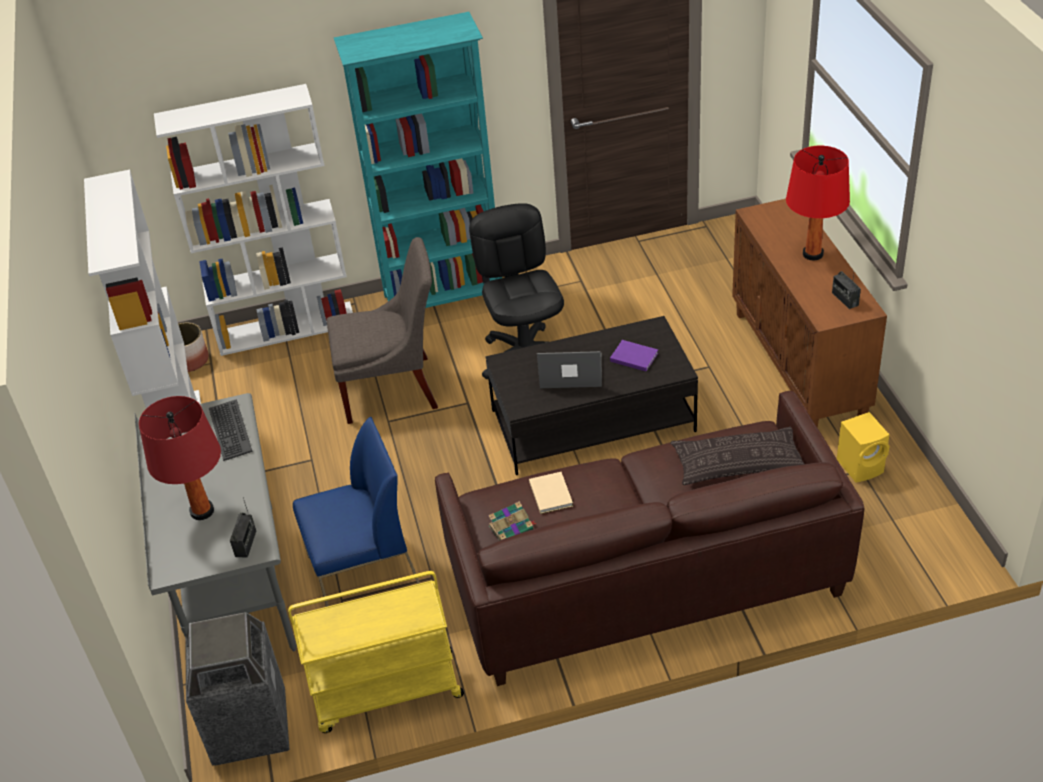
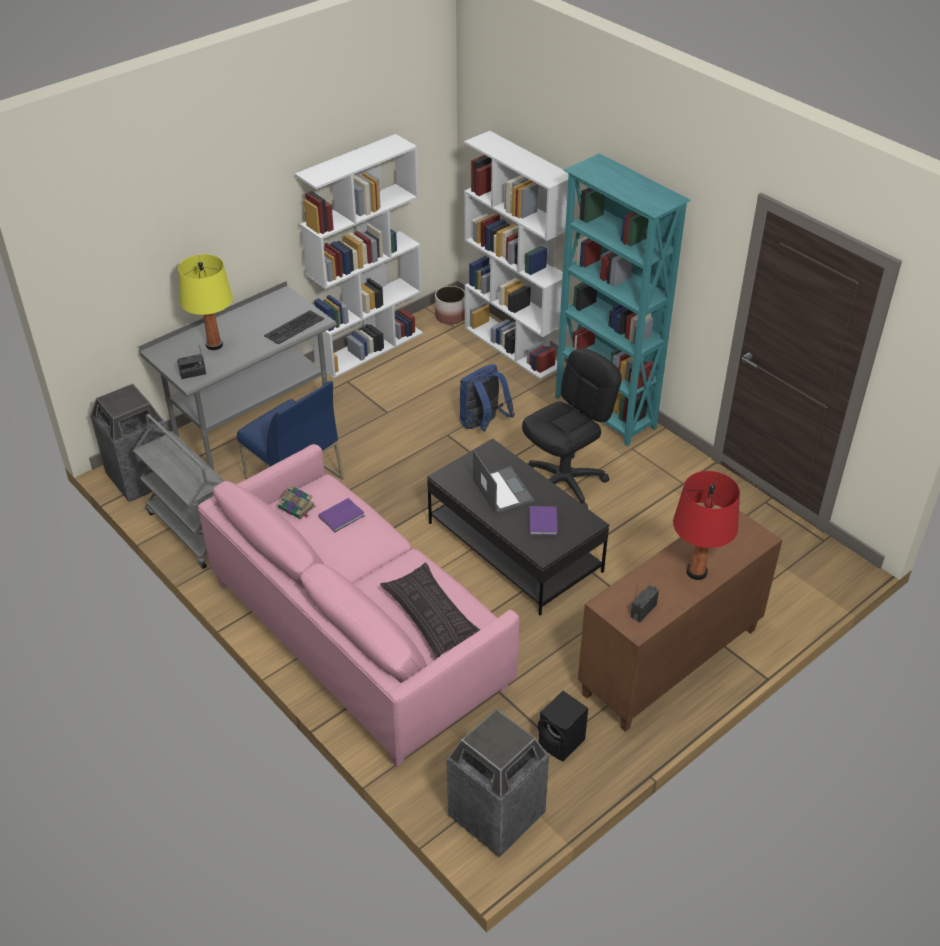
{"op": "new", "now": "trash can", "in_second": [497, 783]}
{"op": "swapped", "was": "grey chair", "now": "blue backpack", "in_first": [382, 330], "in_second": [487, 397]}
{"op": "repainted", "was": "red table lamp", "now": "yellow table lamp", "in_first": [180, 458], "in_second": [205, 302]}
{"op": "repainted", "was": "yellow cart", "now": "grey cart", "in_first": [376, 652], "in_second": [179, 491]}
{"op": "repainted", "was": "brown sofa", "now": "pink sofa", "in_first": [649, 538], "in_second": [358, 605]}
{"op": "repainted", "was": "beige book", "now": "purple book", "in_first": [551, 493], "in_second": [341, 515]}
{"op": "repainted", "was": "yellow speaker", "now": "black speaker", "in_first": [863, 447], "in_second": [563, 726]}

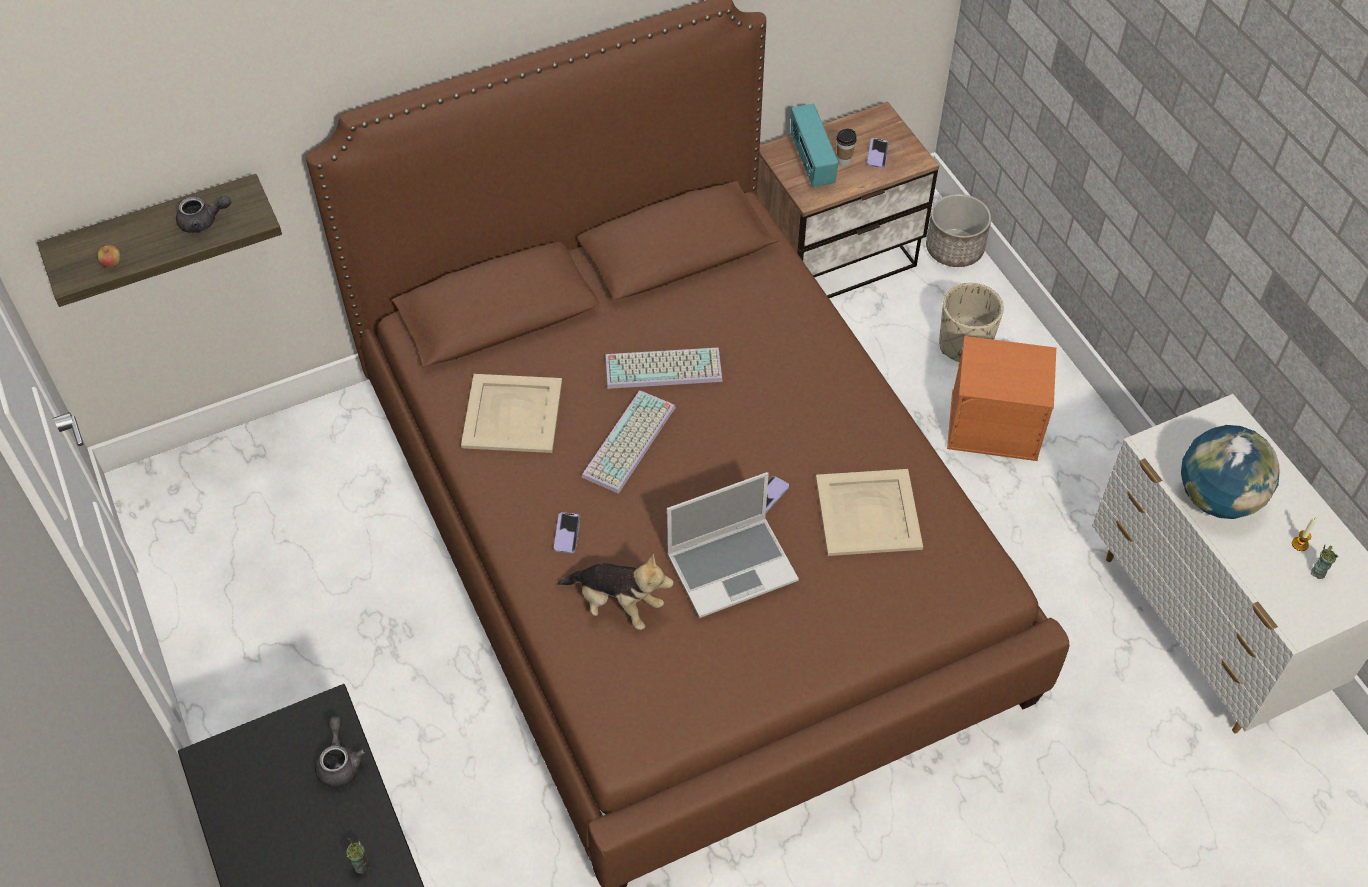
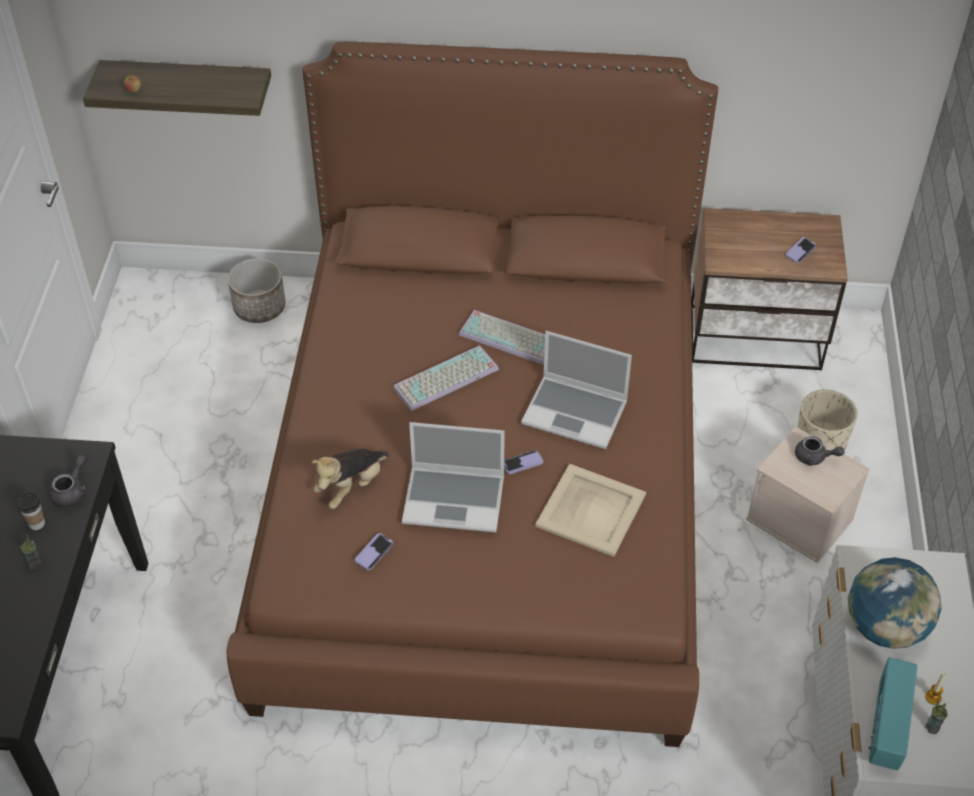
{"op": "gone", "was": "beige tray", "in_first": [511, 413]}
{"op": "new", "now": "laptop", "in_second": [576, 390]}
{"op": "shifted", "was": "grey teapot", "in_first": [203, 214], "in_second": [820, 451]}
{"op": "shifted", "was": "phone", "in_first": [567, 532], "in_second": [374, 551]}
{"op": "shifted", "was": "radio", "in_first": [815, 146], "in_second": [893, 714]}
{"op": "shifted", "was": "cup", "in_first": [846, 147], "in_second": [31, 511]}
{"op": "shifted", "was": "planter", "in_first": [958, 230], "in_second": [257, 290]}
{"op": "repainted", "was": "orange storage box", "now": "beige storage box", "in_first": [1001, 398], "in_second": [808, 494]}
{"op": "rotated", "was": "plush toy", "in_first": [615, 592], "in_second": [350, 479], "clockwise": 75}

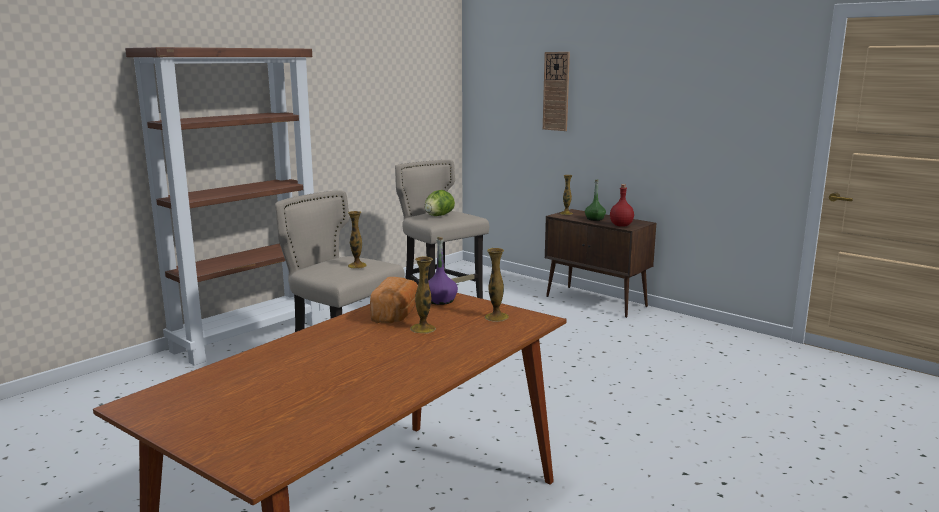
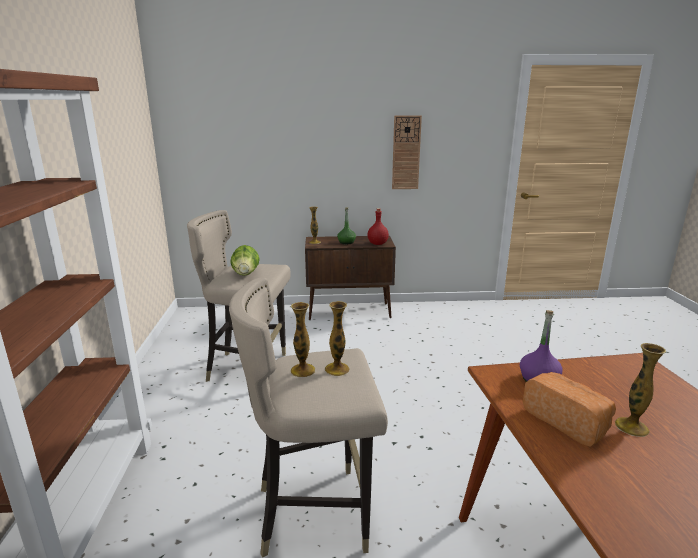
{"op": "shifted", "was": "vase", "in_first": [497, 285], "in_second": [303, 339]}
{"op": "shifted", "was": "wall clock", "in_first": [556, 91], "in_second": [407, 152]}

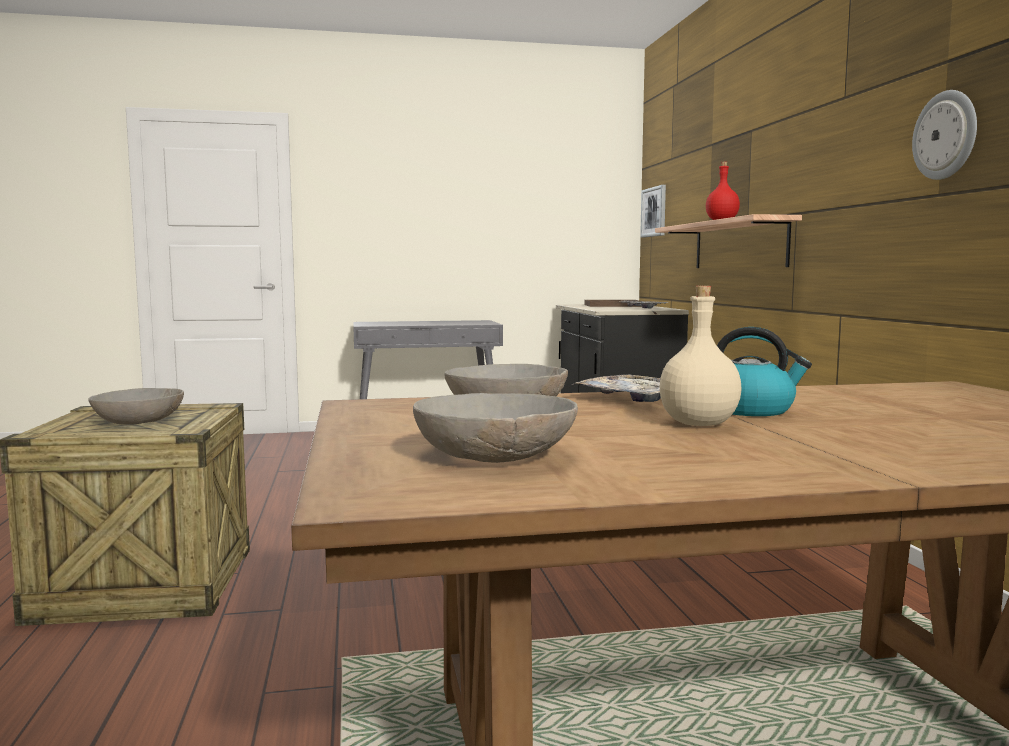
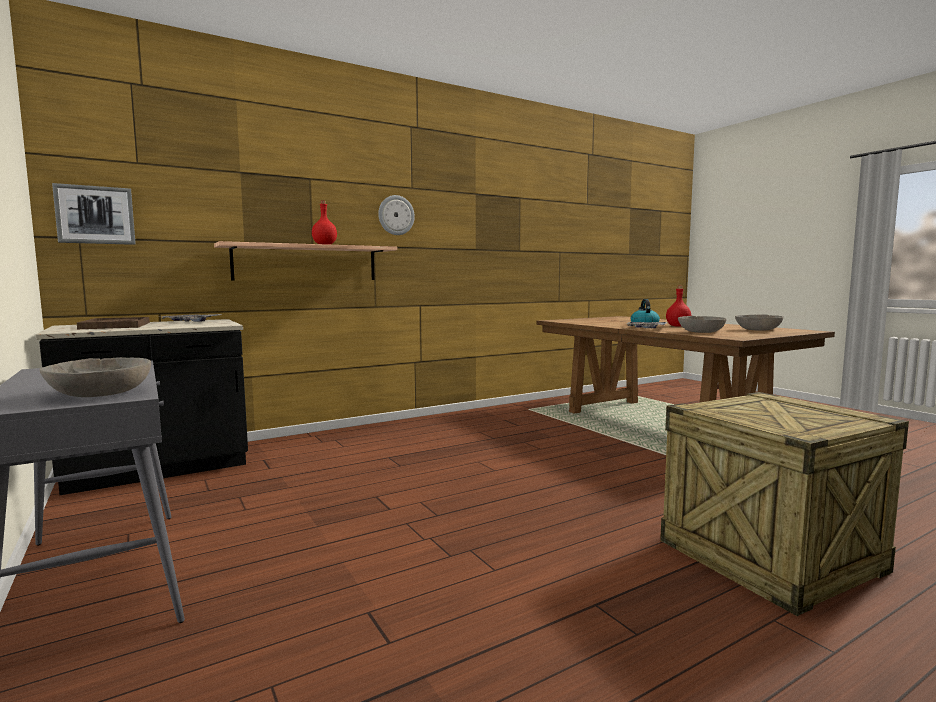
{"op": "shifted", "was": "grey bowl", "in_first": [136, 406], "in_second": [95, 377]}
{"op": "shifted", "was": "wall clock", "in_first": [944, 135], "in_second": [396, 215]}
{"op": "repainted", "was": "beige bottle", "now": "red bottle", "in_first": [700, 356], "in_second": [678, 306]}

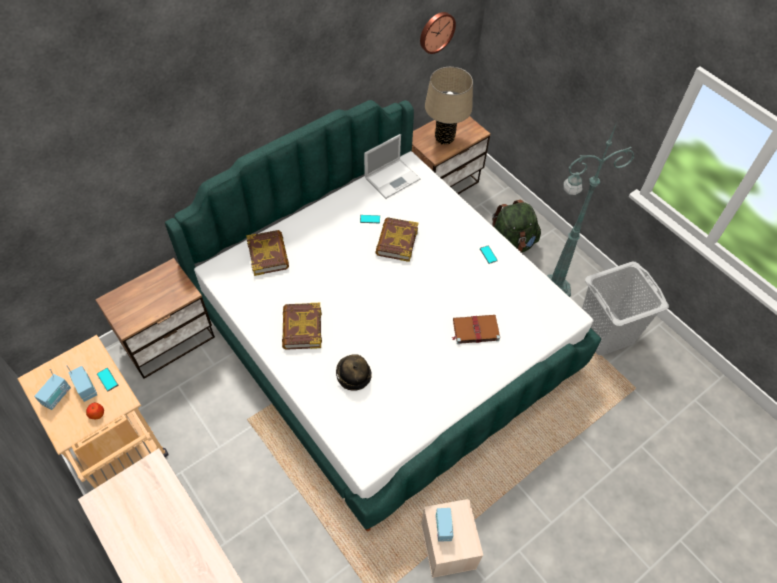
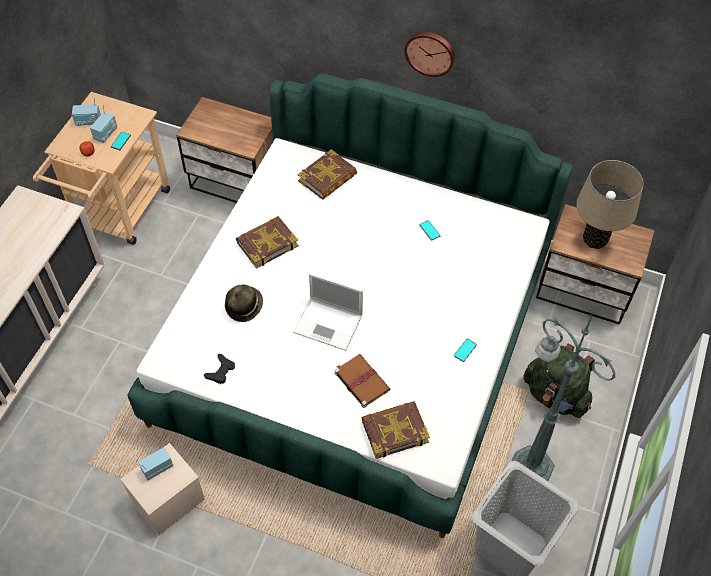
{"op": "new", "now": "black game controller", "in_second": [219, 369]}
{"op": "shifted", "was": "laptop", "in_first": [392, 166], "in_second": [328, 312]}
{"op": "shifted", "was": "book", "in_first": [396, 239], "in_second": [396, 430]}
{"op": "shifted", "was": "wall clock", "in_first": [438, 33], "in_second": [429, 54]}

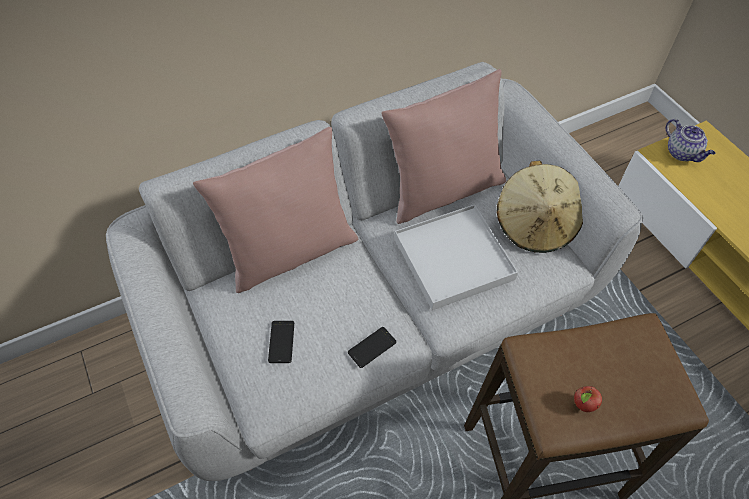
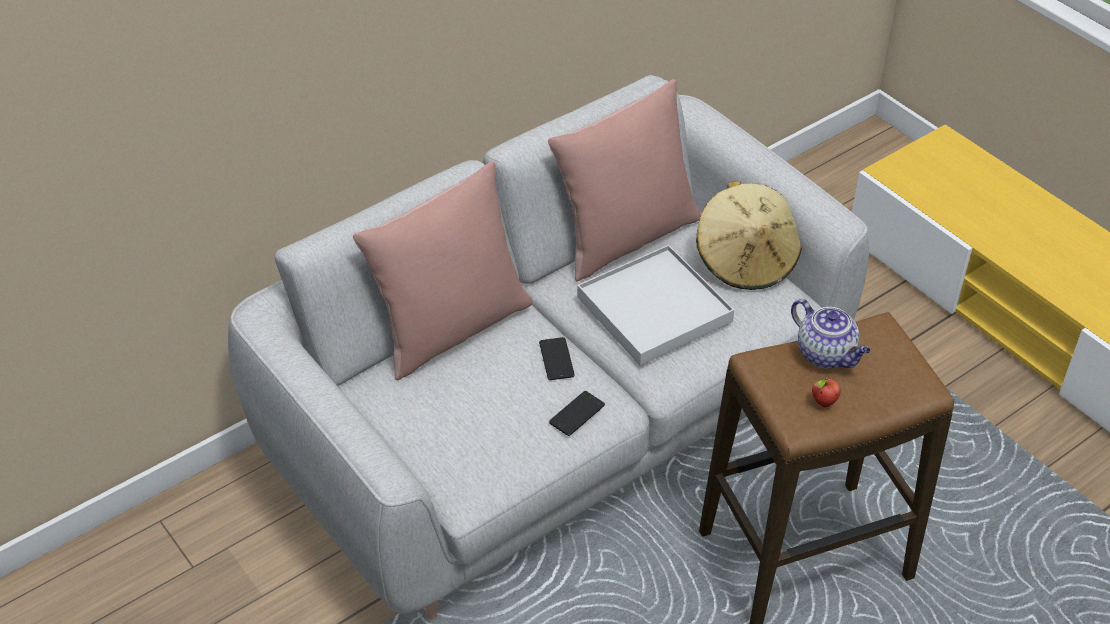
{"op": "shifted", "was": "phone", "in_first": [281, 342], "in_second": [557, 358]}
{"op": "shifted", "was": "teapot", "in_first": [690, 140], "in_second": [831, 333]}

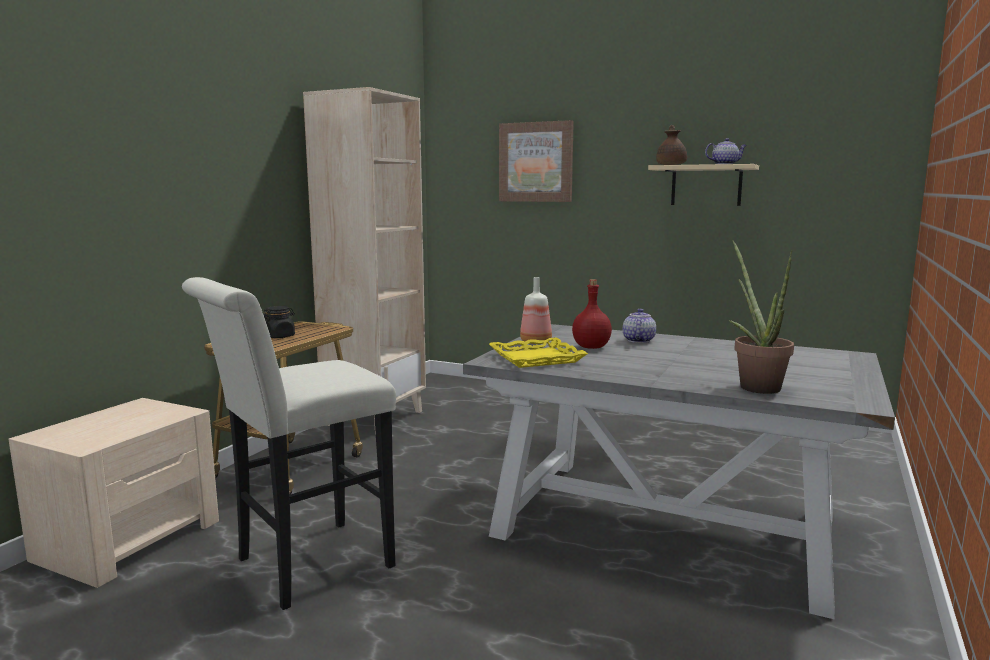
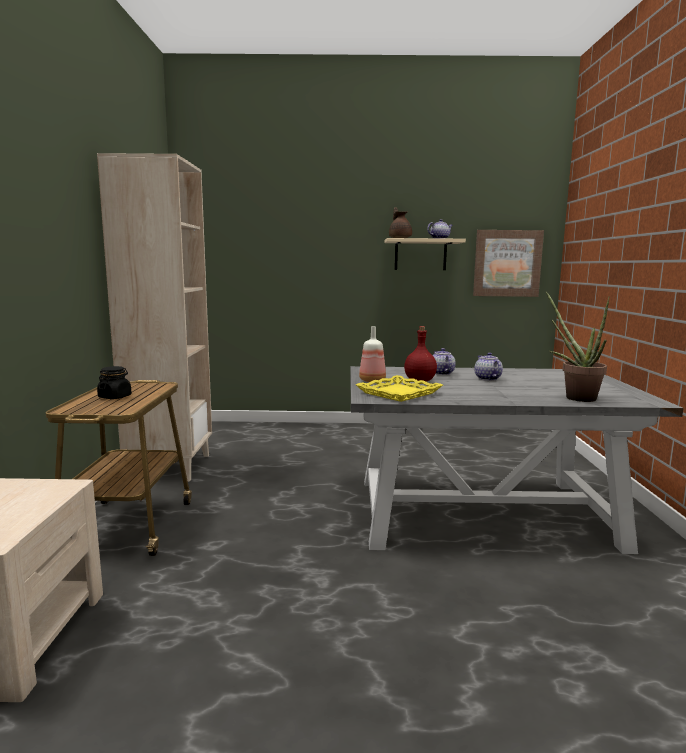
{"op": "gone", "was": "white stool", "in_first": [289, 443]}
{"op": "new", "now": "teapot", "in_second": [488, 366]}
{"op": "shifted", "was": "picture", "in_first": [536, 161], "in_second": [508, 263]}

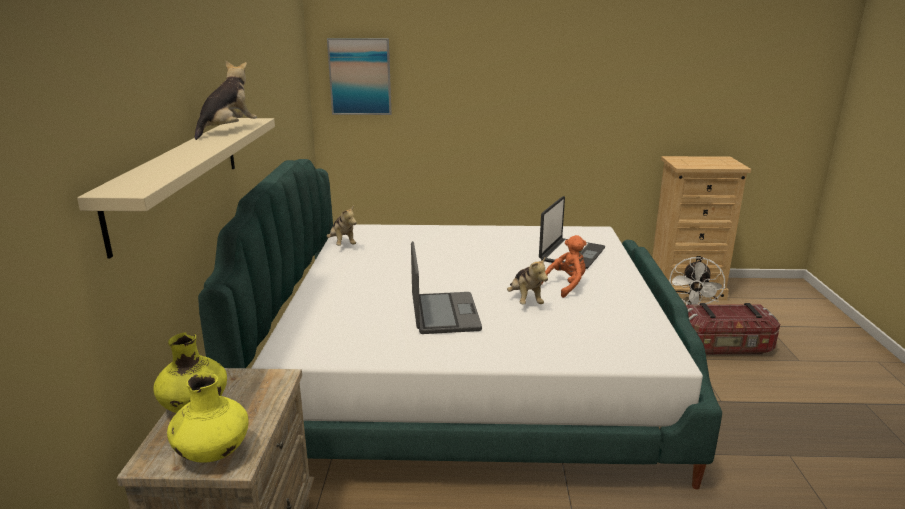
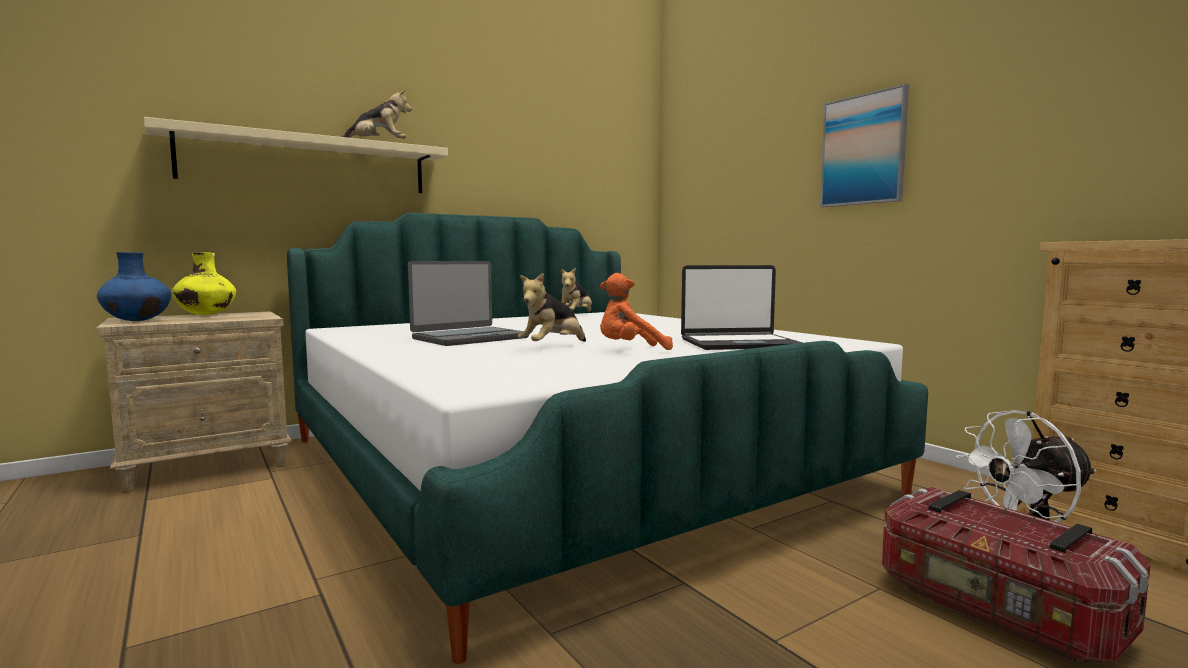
{"op": "shifted", "was": "picture", "in_first": [359, 76], "in_second": [864, 145]}
{"op": "repainted", "was": "yellow vase", "now": "blue vase", "in_first": [208, 418], "in_second": [134, 286]}
{"op": "rotated", "was": "orange plush toy", "in_first": [564, 266], "in_second": [636, 311], "clockwise": 150}

